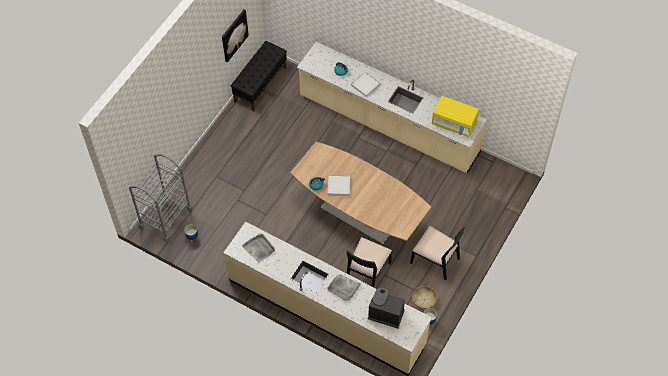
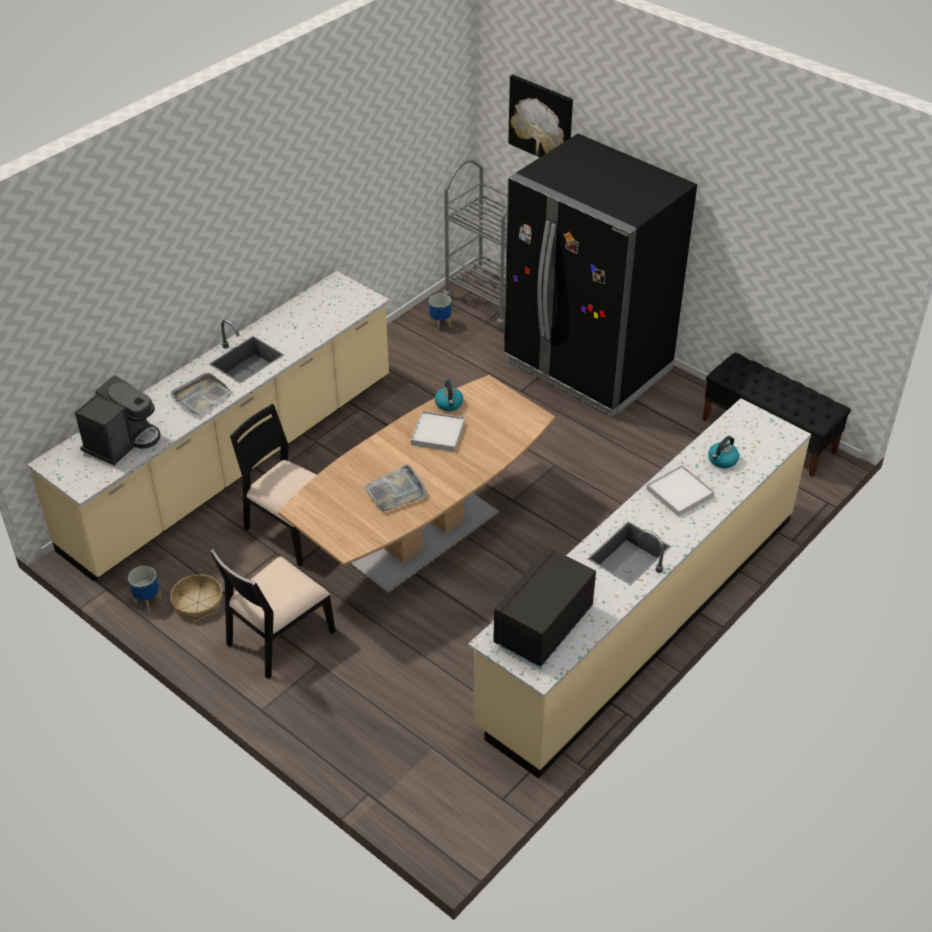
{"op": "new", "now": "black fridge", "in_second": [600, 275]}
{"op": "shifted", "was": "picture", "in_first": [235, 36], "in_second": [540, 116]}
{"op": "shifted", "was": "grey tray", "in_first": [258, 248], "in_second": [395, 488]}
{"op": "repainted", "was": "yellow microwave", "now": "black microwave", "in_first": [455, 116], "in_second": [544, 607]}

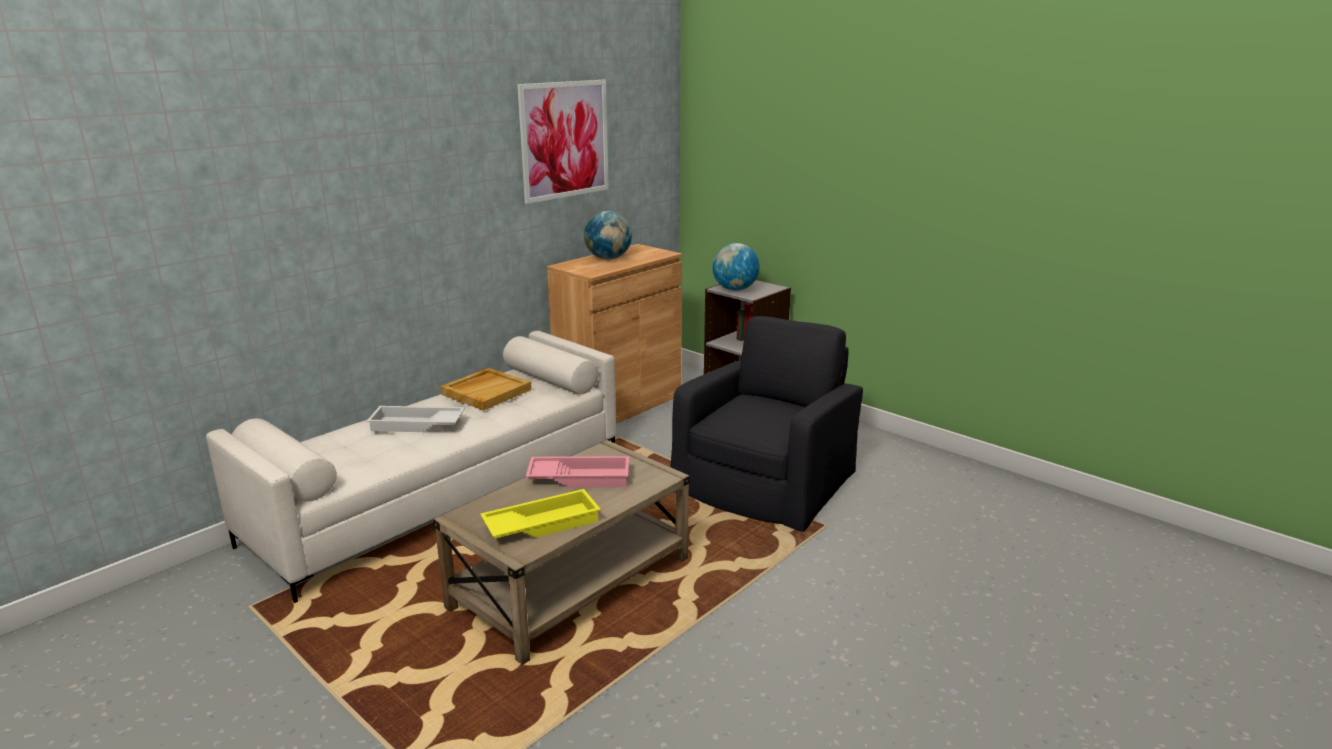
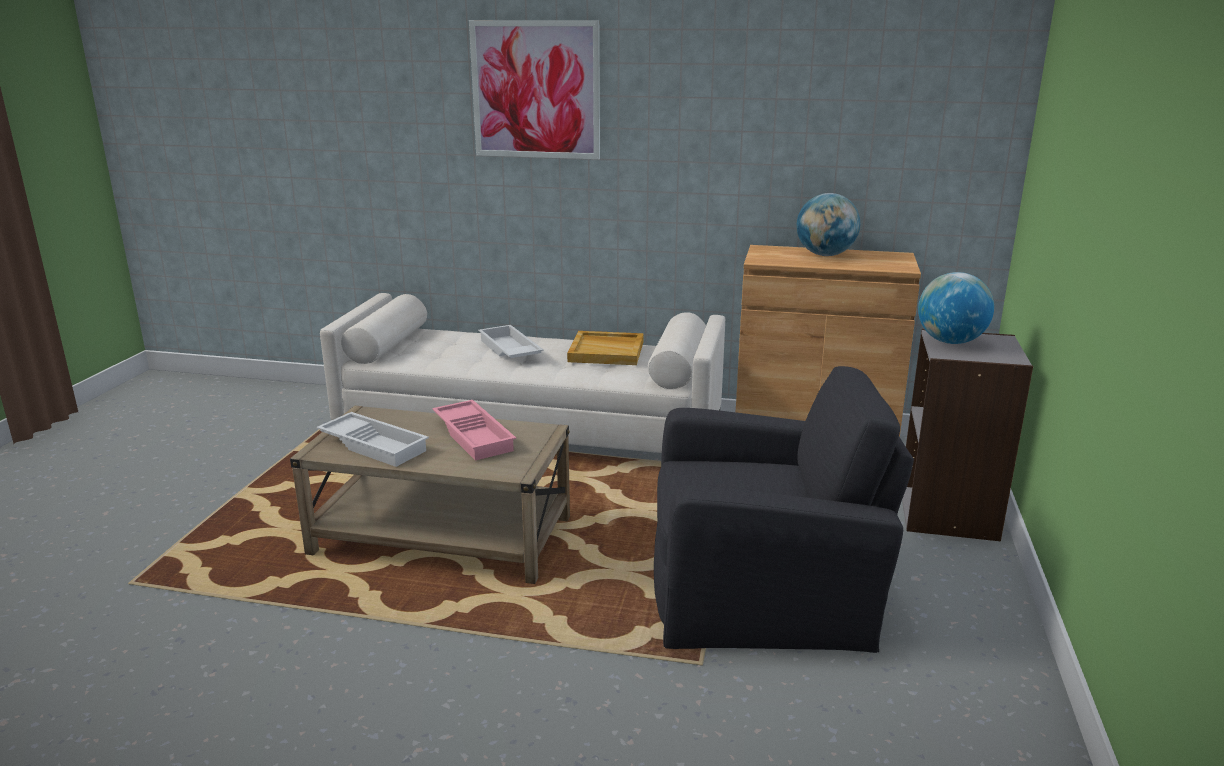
{"op": "shifted", "was": "picture", "in_first": [563, 142], "in_second": [534, 89]}
{"op": "repainted", "was": "yellow tray", "now": "white tray", "in_first": [540, 514], "in_second": [372, 439]}

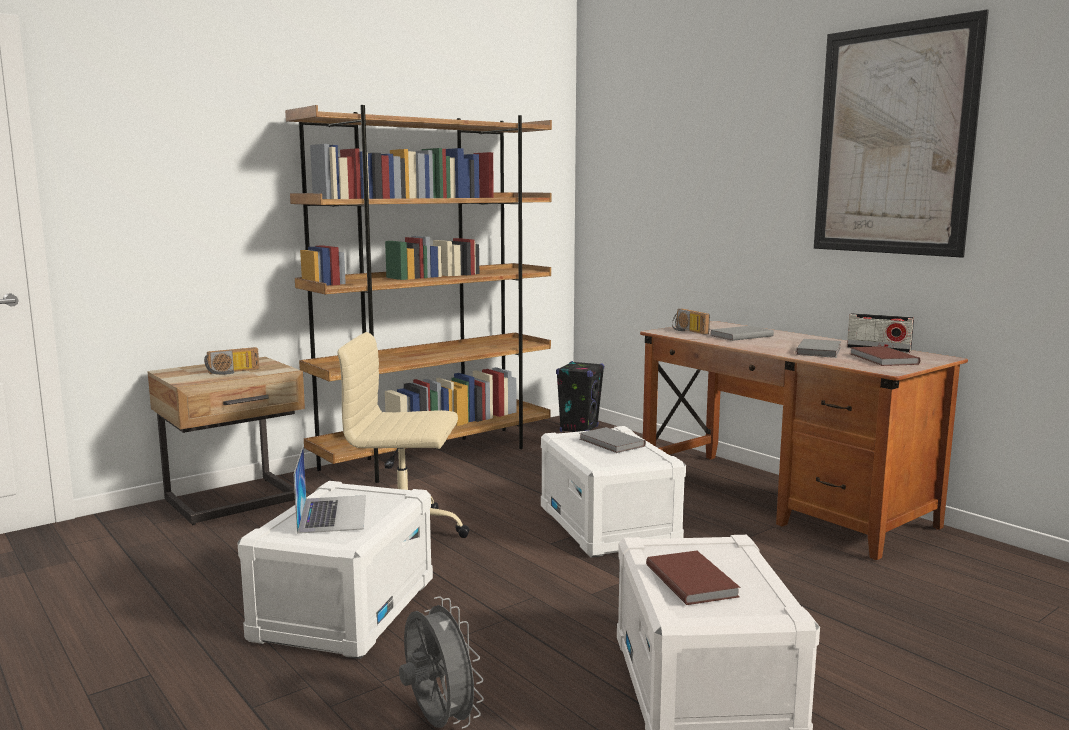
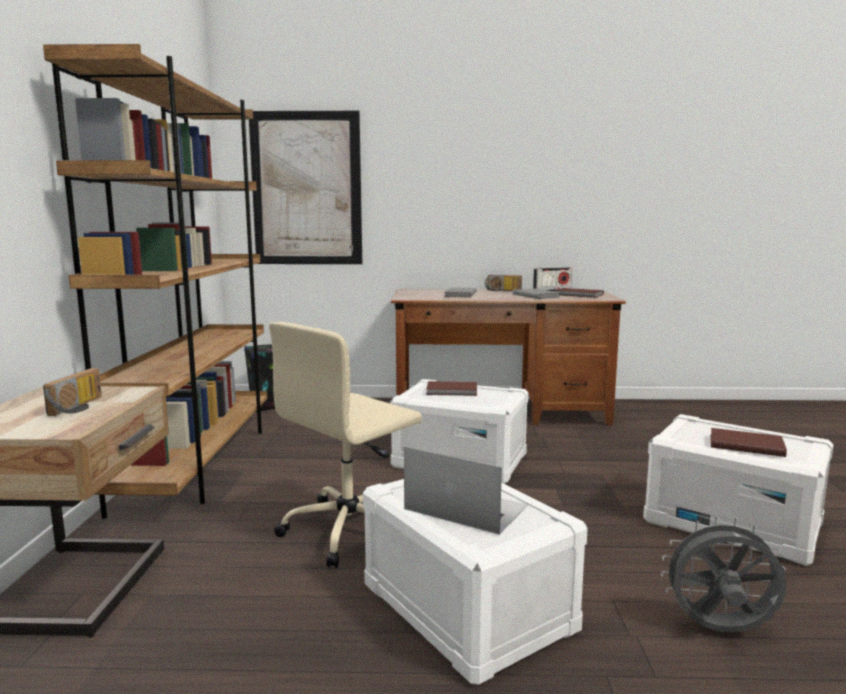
{"op": "shifted", "was": "radio", "in_first": [691, 322], "in_second": [503, 283]}
{"op": "shifted", "was": "picture", "in_first": [901, 133], "in_second": [305, 187]}
{"op": "repainted", "was": "grey book", "now": "brown book", "in_first": [613, 440], "in_second": [451, 388]}

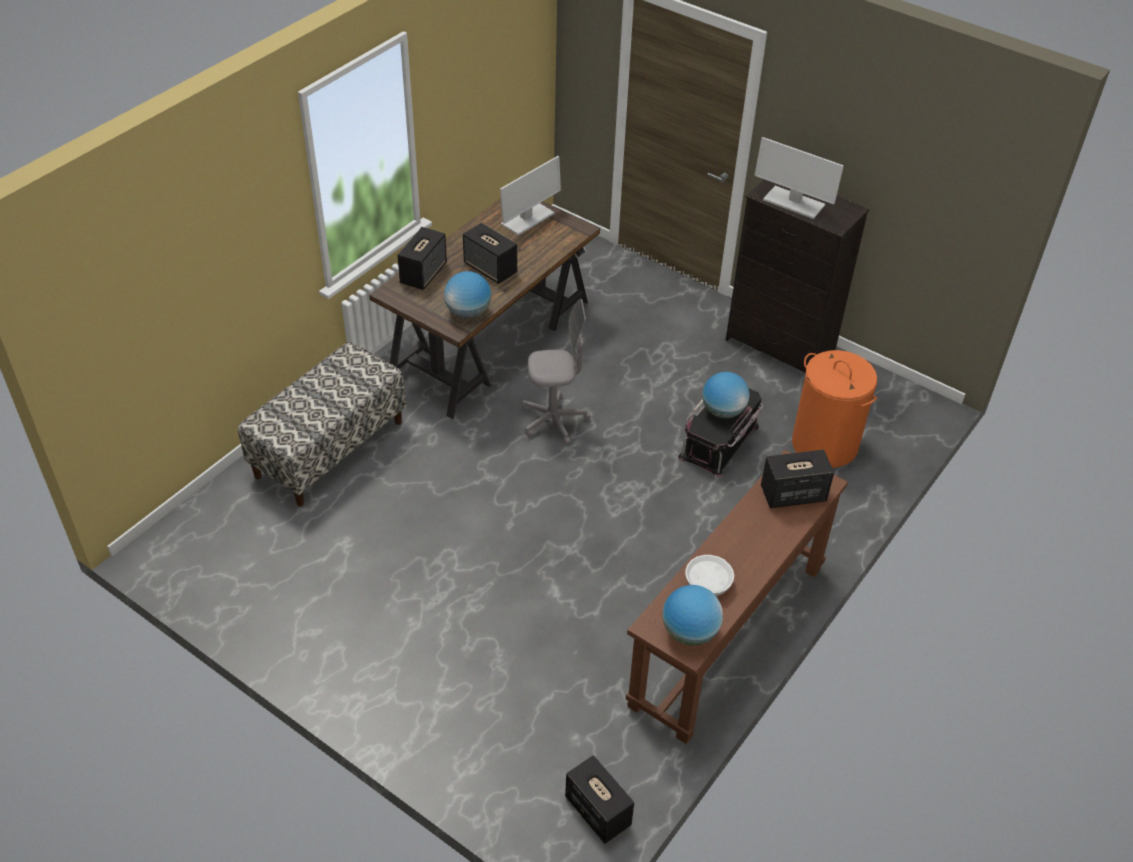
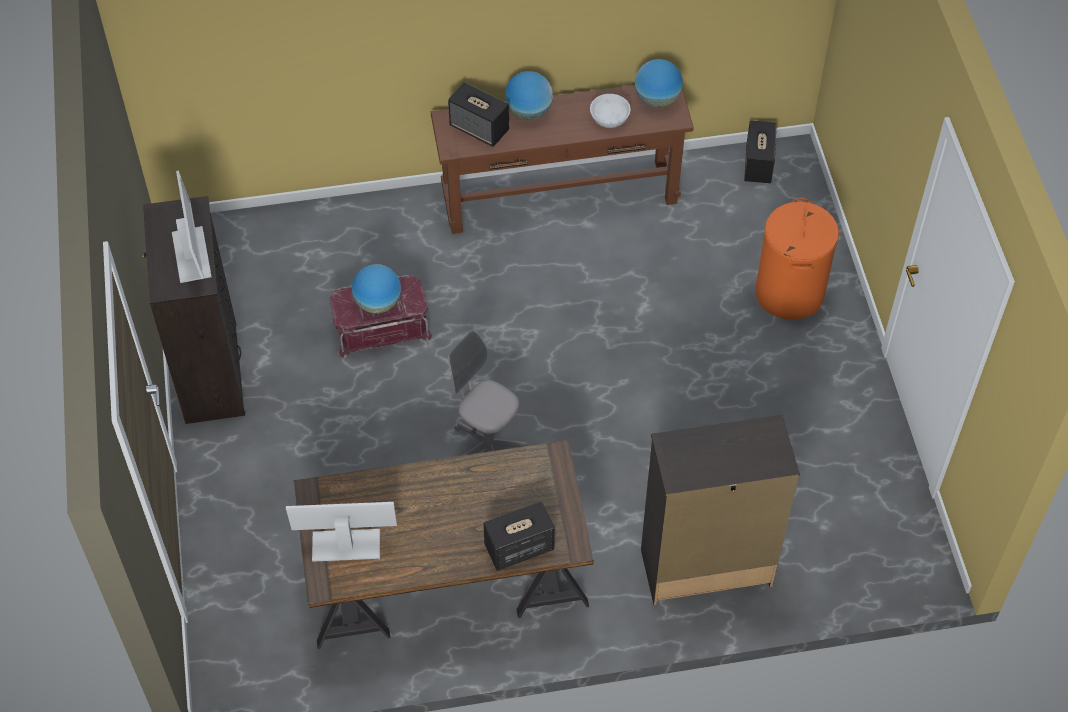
{"op": "gone", "was": "speaker", "in_first": [490, 253]}
{"op": "shifted", "was": "globe", "in_first": [467, 295], "in_second": [529, 95]}
{"op": "shifted", "was": "orange laundry basket", "in_first": [834, 409], "in_second": [797, 259]}
{"op": "swapped", "was": "bench", "now": "black dresser", "in_first": [322, 424], "in_second": [720, 510]}
{"op": "repainted", "was": "black storage box", "now": "red storage box", "in_first": [720, 433], "in_second": [381, 316]}

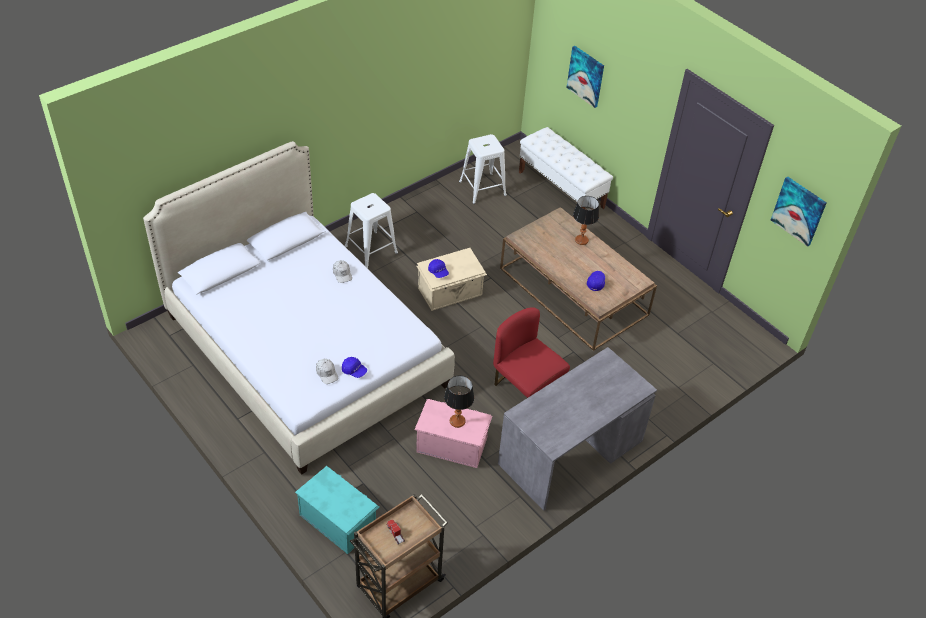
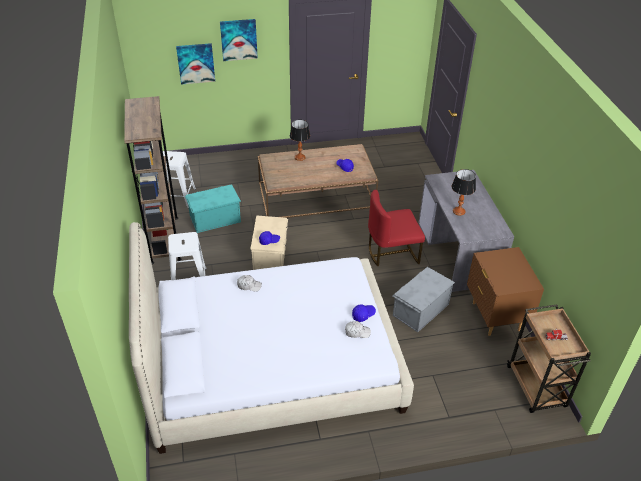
{"op": "gone", "was": "white bench", "in_first": [566, 168]}
{"op": "new", "now": "brown bookcase", "in_second": [152, 180]}
{"op": "new", "now": "brown nightstand", "in_second": [505, 291]}
{"op": "shifted", "was": "turquoise storage box", "in_first": [337, 510], "in_second": [213, 208]}
{"op": "shifted", "was": "table lamp", "in_first": [459, 402], "in_second": [464, 192]}
{"op": "shifted", "was": "picture", "in_first": [799, 212], "in_second": [239, 40]}
{"op": "repainted", "was": "pink storage box", "now": "grey storage box", "in_first": [453, 433], "in_second": [423, 299]}

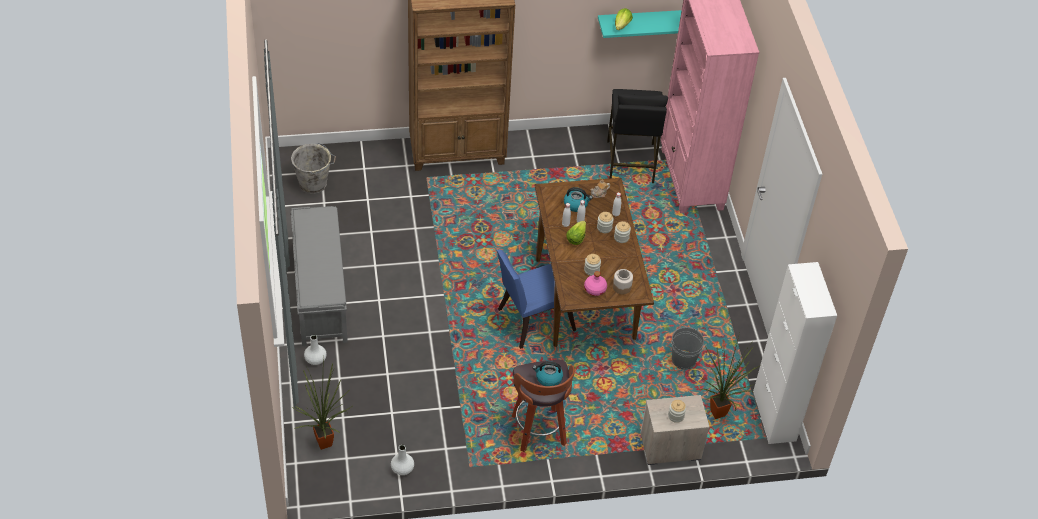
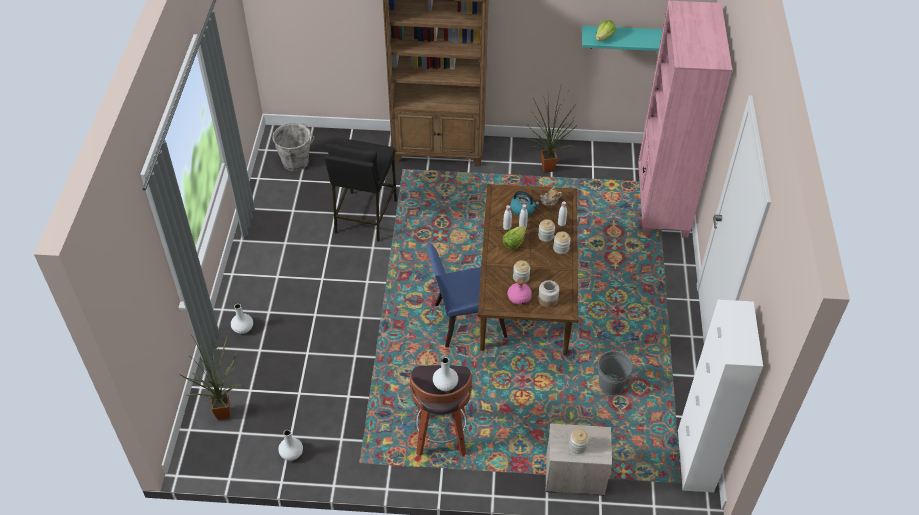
{"op": "gone", "was": "grey bench", "in_first": [319, 276]}
{"op": "shifted", "was": "black stool", "in_first": [637, 136], "in_second": [361, 190]}
{"op": "shifted", "was": "potted plant", "in_first": [729, 376], "in_second": [553, 130]}
{"op": "swapped", "was": "kettle", "now": "white vase", "in_first": [548, 373], "in_second": [445, 374]}

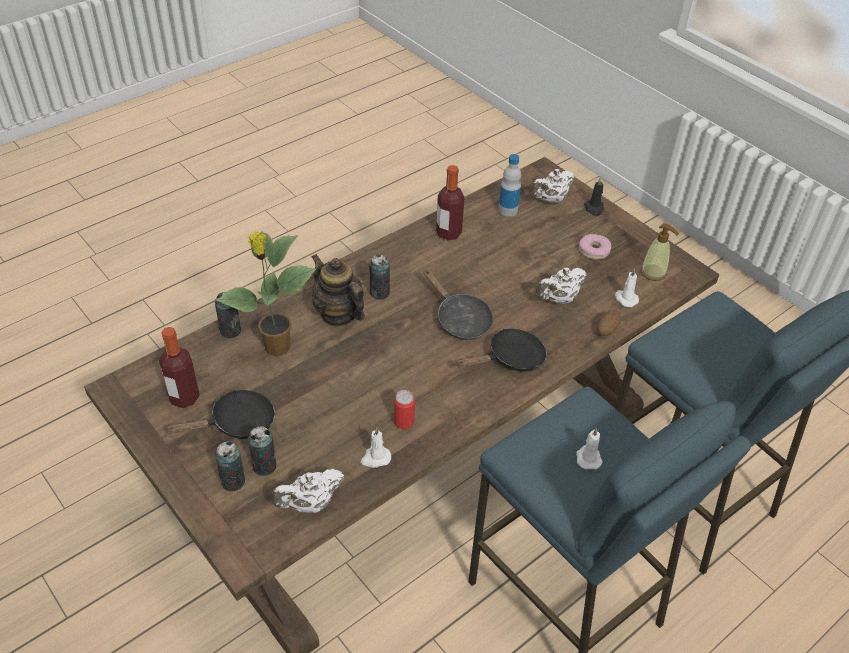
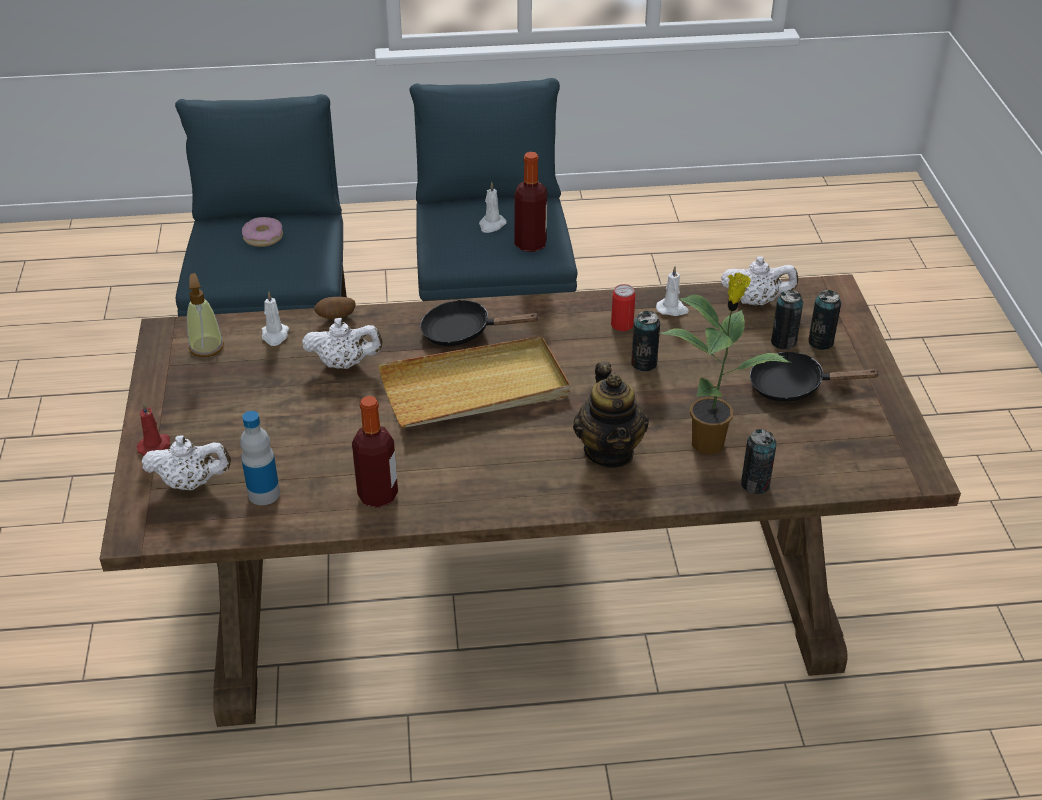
{"op": "shifted", "was": "bottle", "in_first": [179, 367], "in_second": [530, 202]}
{"op": "shifted", "was": "can", "in_first": [380, 277], "in_second": [645, 341]}
{"op": "shifted", "was": "donut", "in_first": [595, 247], "in_second": [262, 232]}
{"op": "swapped", "was": "black frying pan", "now": "beige tray", "in_first": [458, 304], "in_second": [474, 382]}
{"op": "repainted", "was": "black candle", "now": "red candle", "in_first": [594, 196], "in_second": [154, 428]}

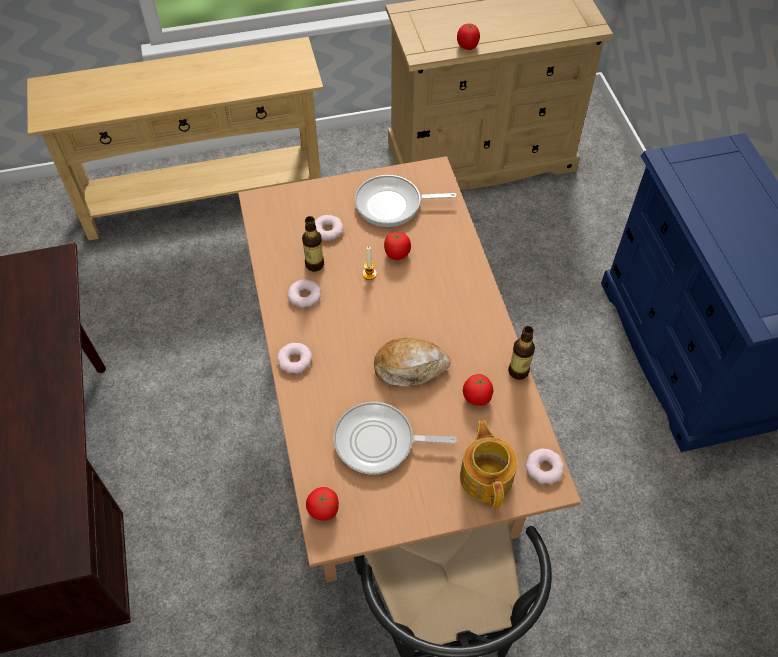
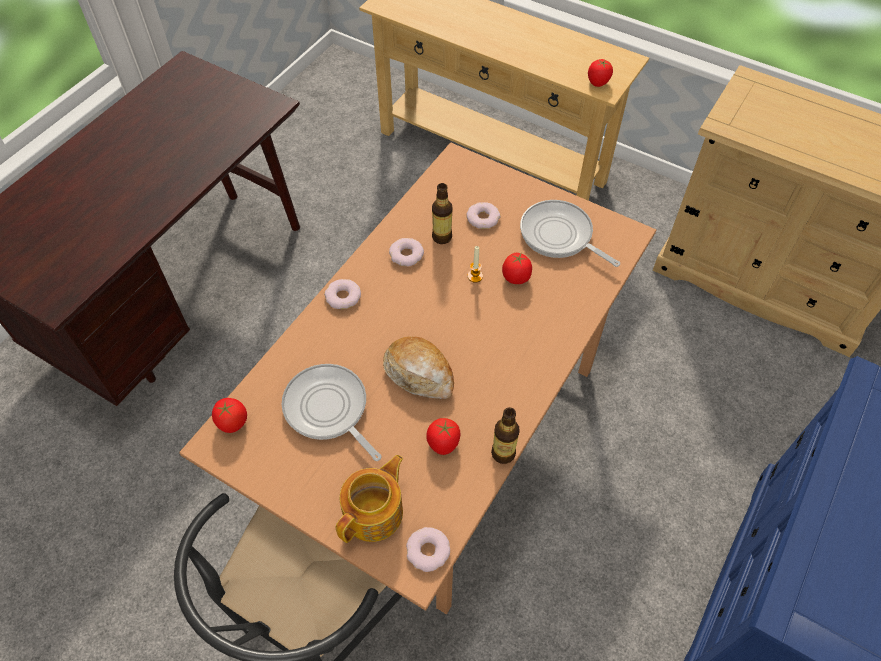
{"op": "shifted", "was": "tomato", "in_first": [468, 37], "in_second": [600, 73]}

